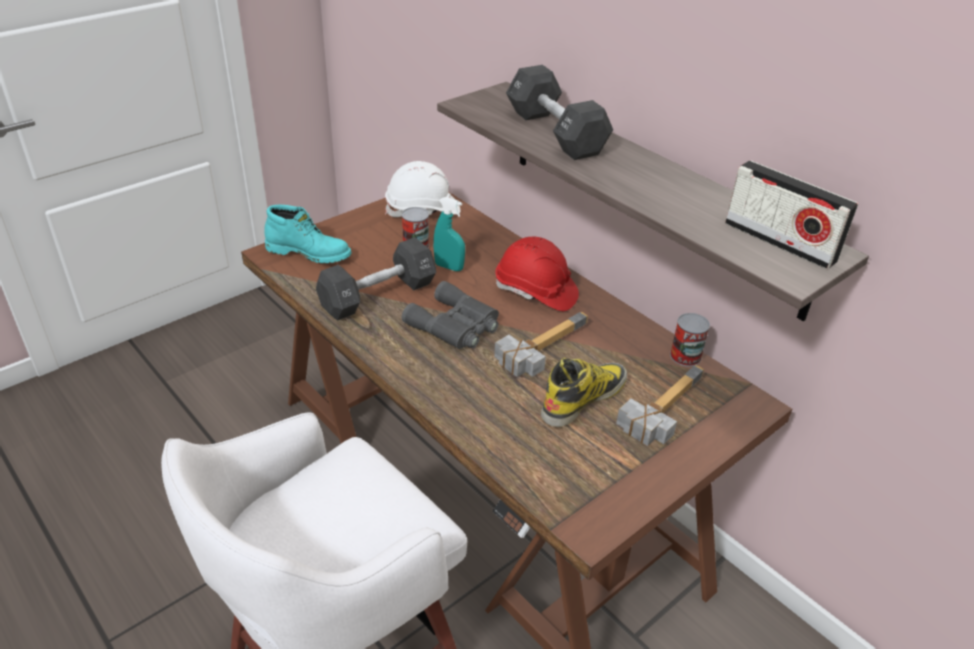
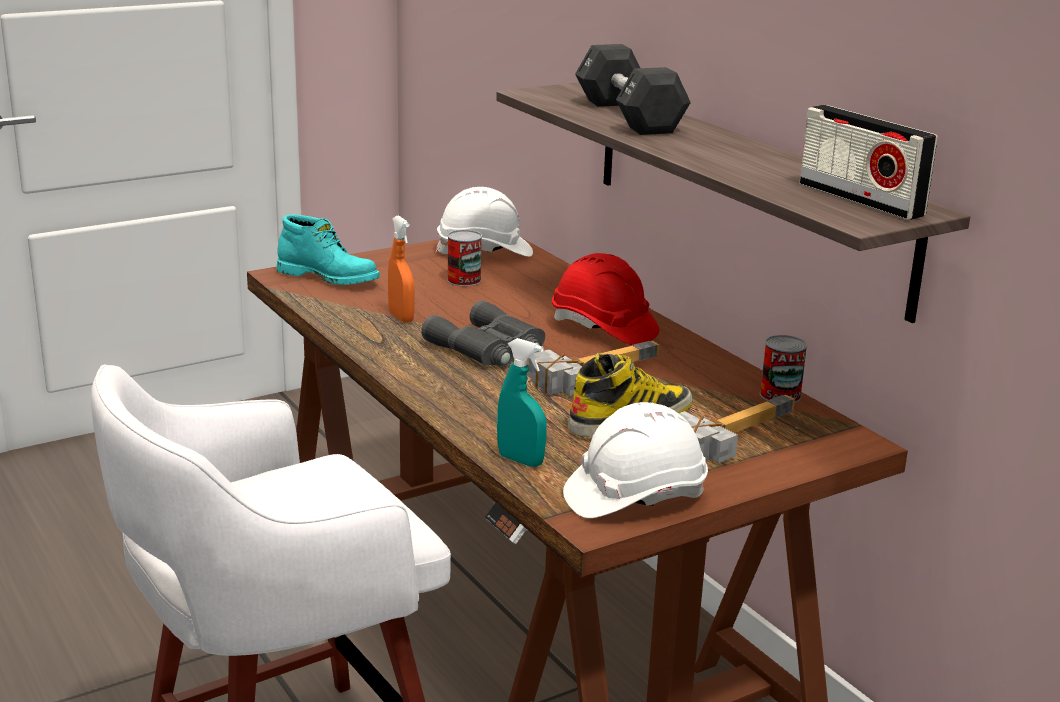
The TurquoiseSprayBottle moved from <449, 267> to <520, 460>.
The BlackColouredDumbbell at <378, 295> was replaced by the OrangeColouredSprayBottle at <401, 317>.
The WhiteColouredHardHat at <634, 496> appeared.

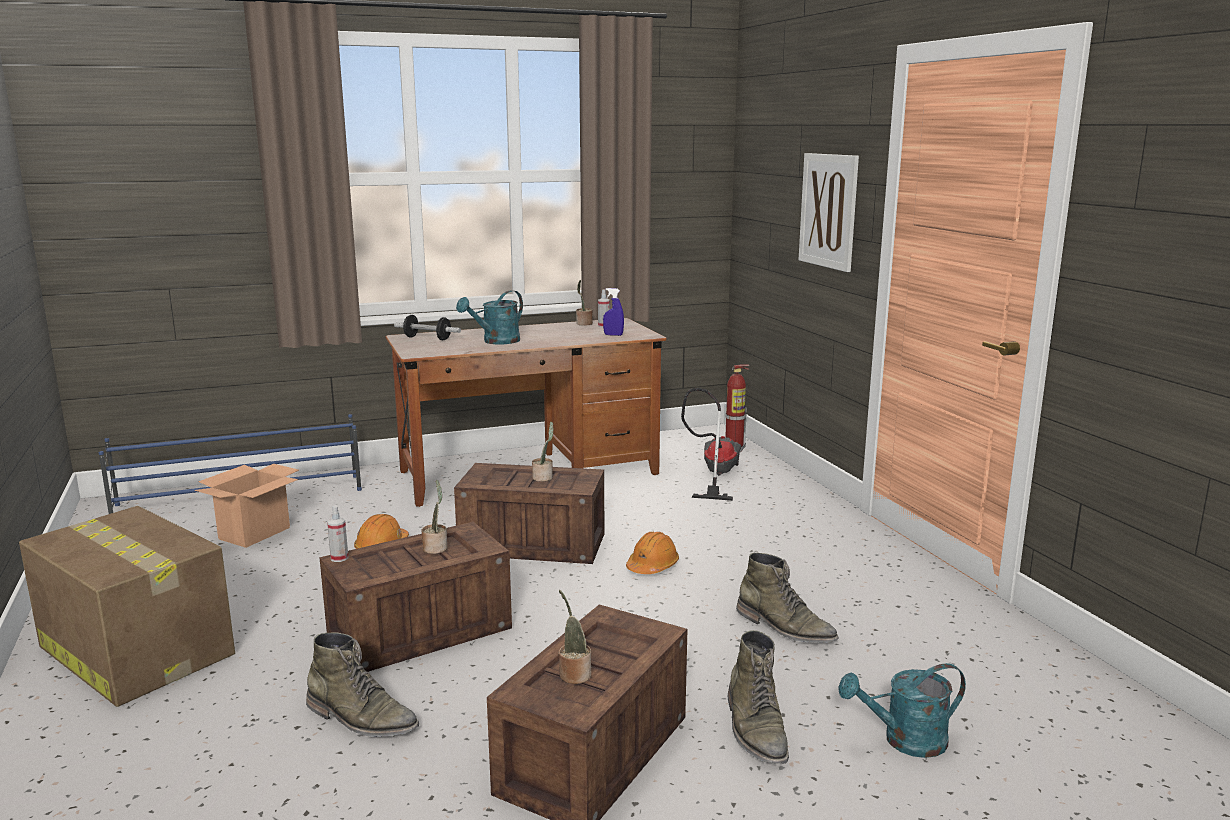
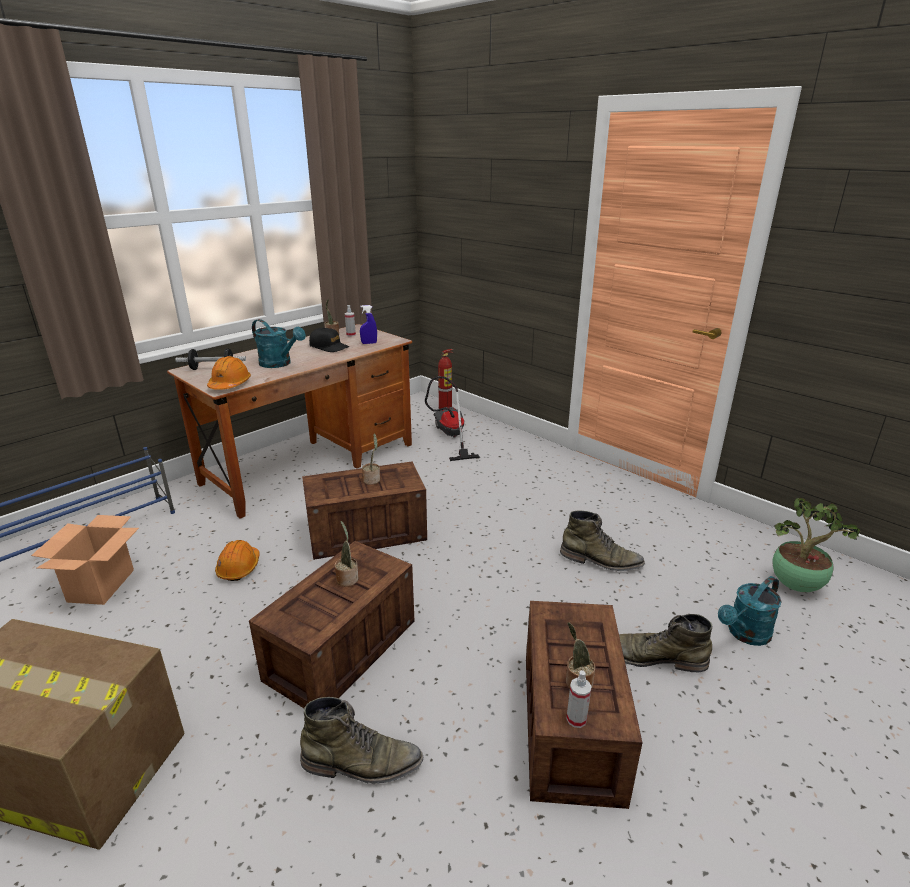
The Picture at <828, 211> disappeared.
The TurquoiseWateringCan at <496, 341> turned 75 degrees counterclockwise.
The SprayBottle moved from <339, 558> to <576, 719>.
The OrangeColouredHardHat moved from <652, 566> to <230, 384>.
The GreenColouredBoot at <756, 728> turned 135 degrees clockwise.
The BlackColouredCap at <329, 347> appeared.
The PlantInAPot at <797, 586> appeared.

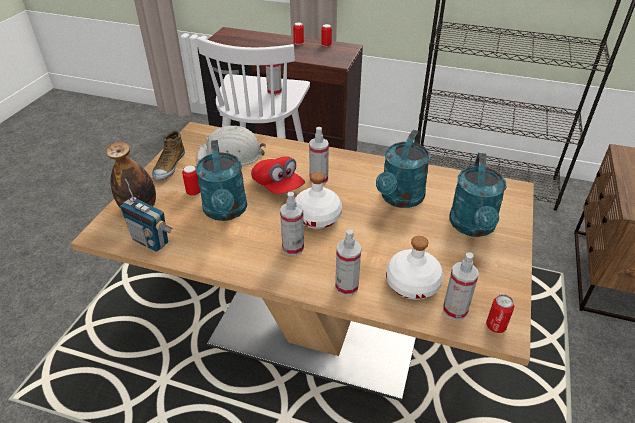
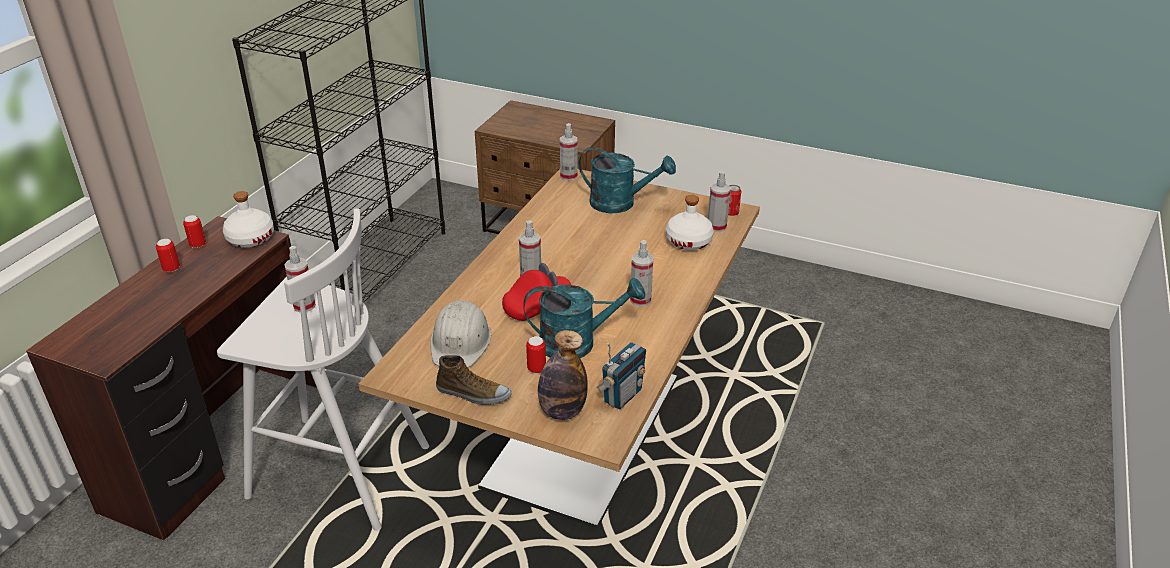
The TurquoiseWateringCan at <400, 199> disappeared.
The WhiteColouredDrinkBottle moved from <317, 217> to <250, 238>.
The SprayBottle moved from <346, 286> to <568, 176>.

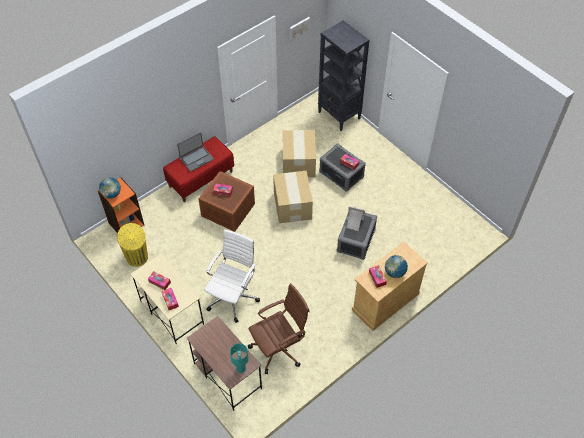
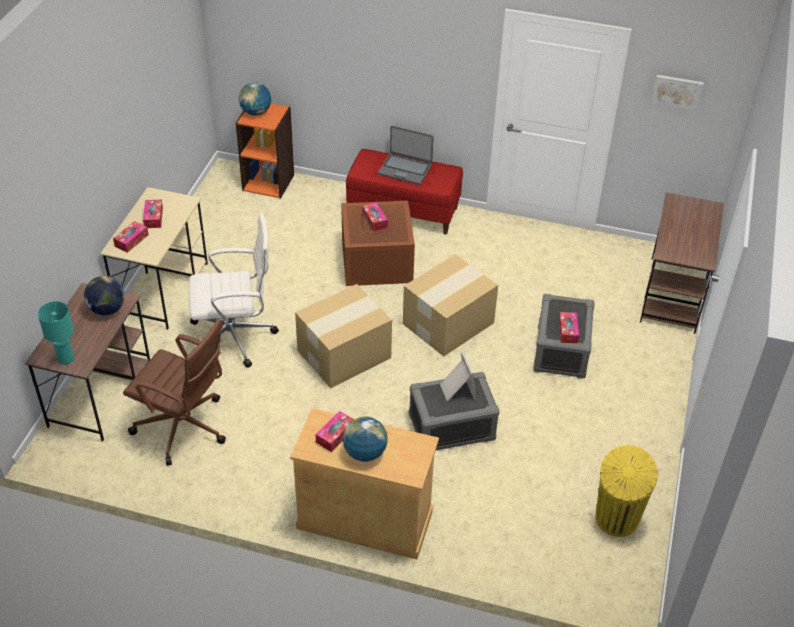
The BlackColouredBookshelf at <339, 115> was replaced by the BrownishDeskTable at <672, 295>.
The PackingBox moved from <298, 163> to <342, 354>.
The YellowColouredRubbishBin moved from <137, 258> to <616, 520>.
The WorldGlobe at <107, 309> appeared.

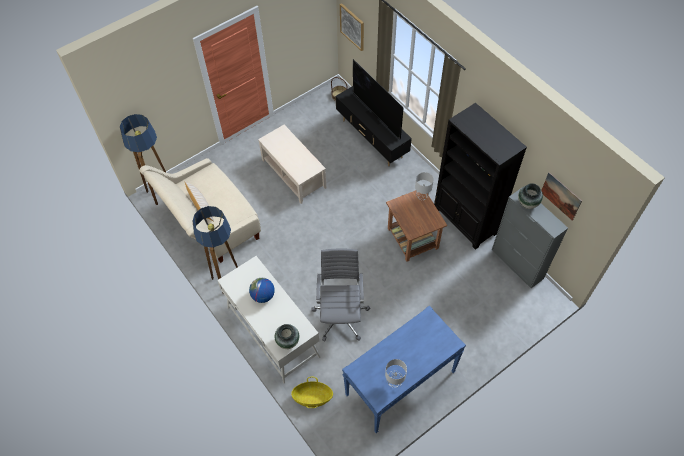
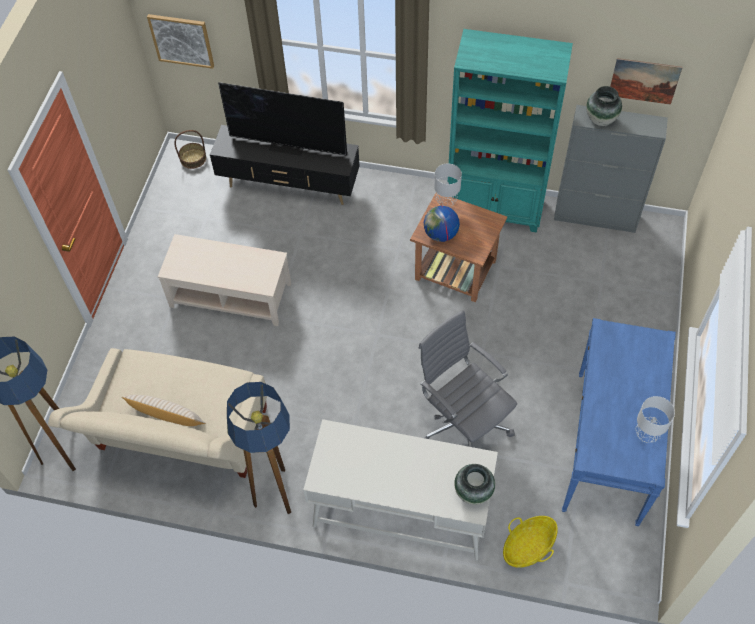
The BlackColouredBookshelf at <465, 222> became the TurquoiseBookshelf at <495, 209>.
The WorldGlobe moved from <263, 296> to <441, 234>.

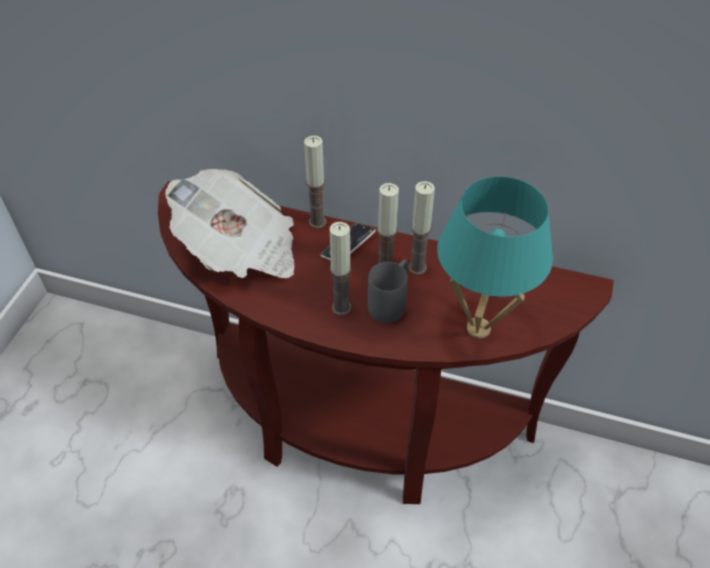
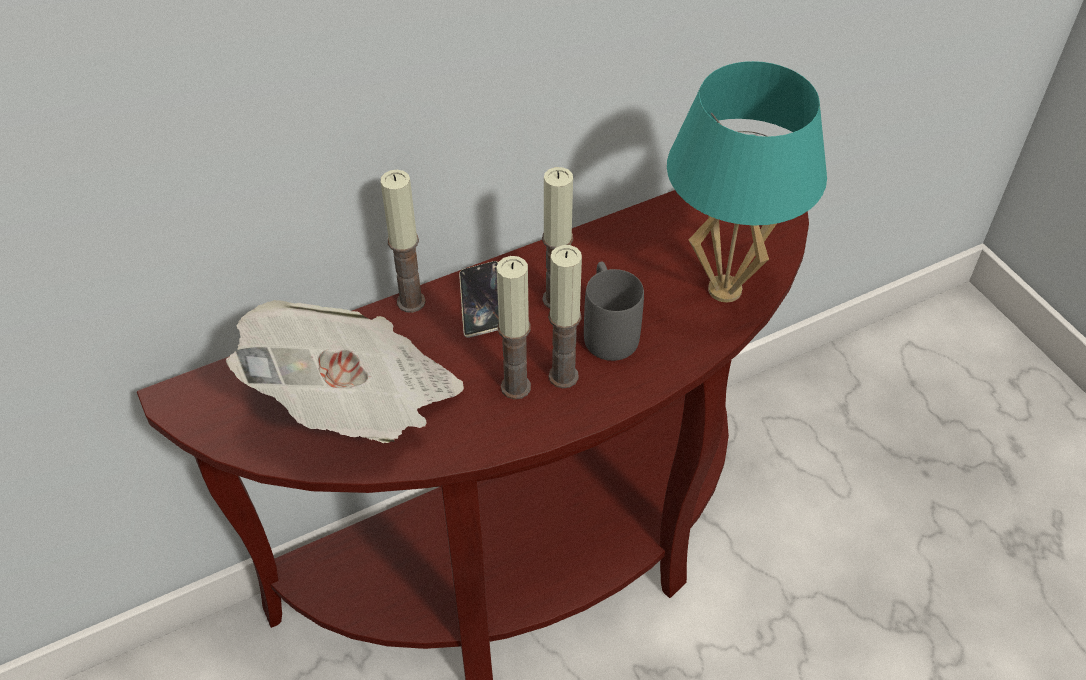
The WaxLight moved from <417, 267> to <515, 387>.

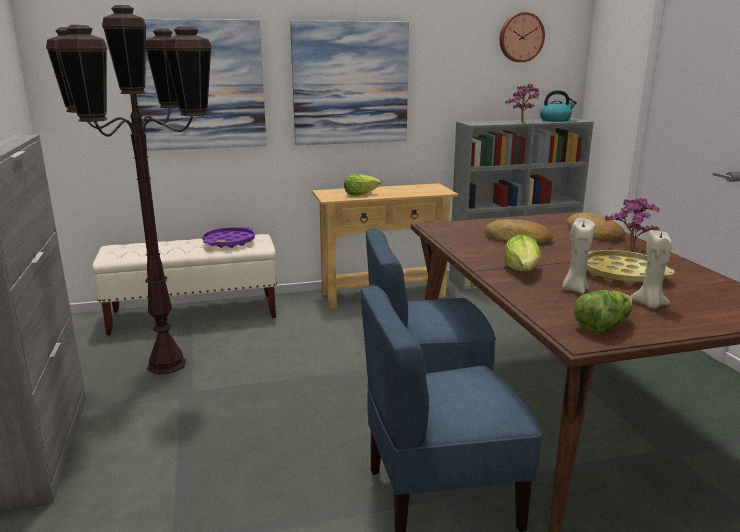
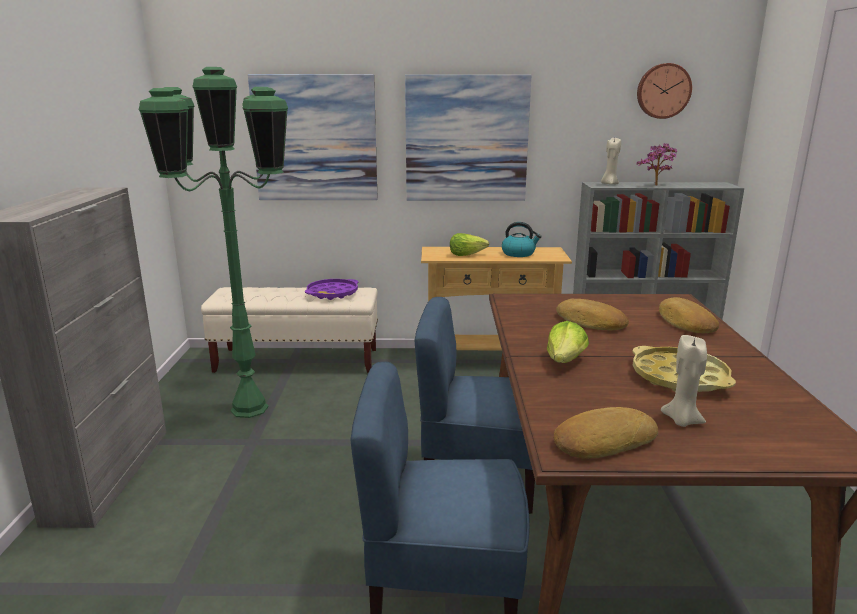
The BrownishFloorLamp at <166, 364> became the GreenColouredFloorLamp at <249, 408>.
The WaterKettle moved from <555, 120> to <519, 253>.
The PlantInAPot at <630, 251> disappeared.
The SandColouredWaxLight moved from <574, 289> to <609, 184>.
The HeadOfLettuce at <602, 326> was replaced by the BakeryBread at <602, 441>.

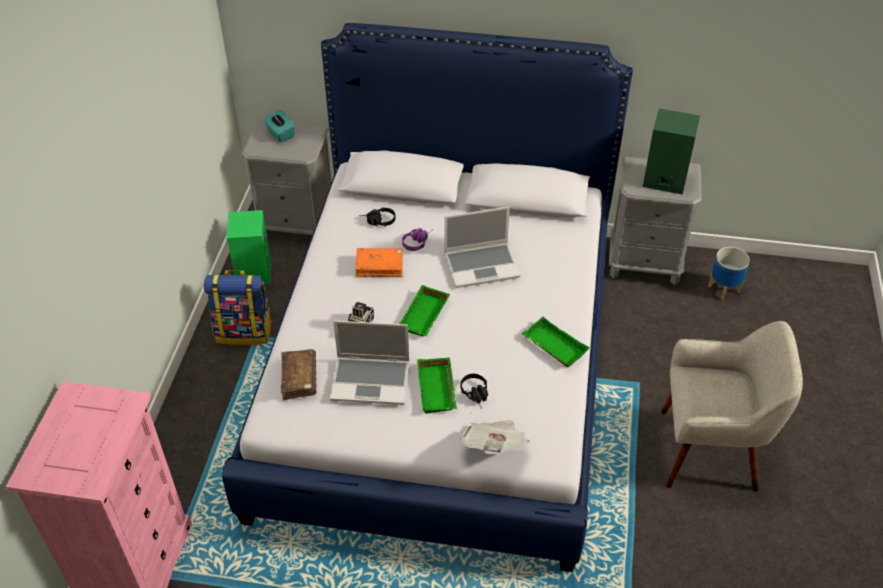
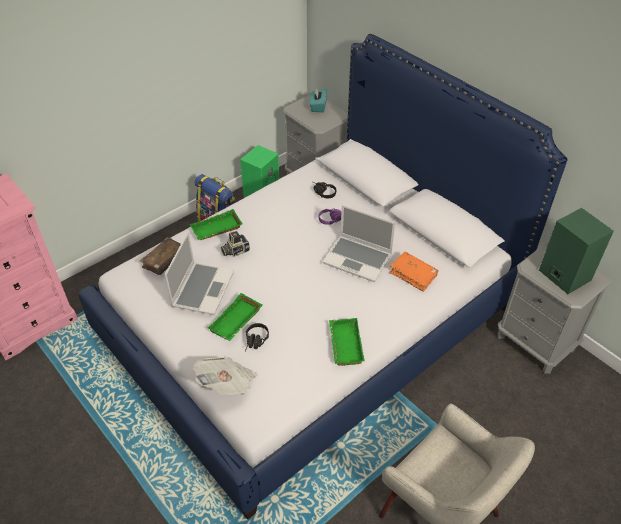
The Planter at <724, 289> disappeared.
The OrangeColouredBook moved from <379, 267> to <413, 275>.
The GreenColouredCarryingTray moved from <425, 316> to <216, 230>.
The Laptop at <371, 380> turned 120 degrees counterclockwise.

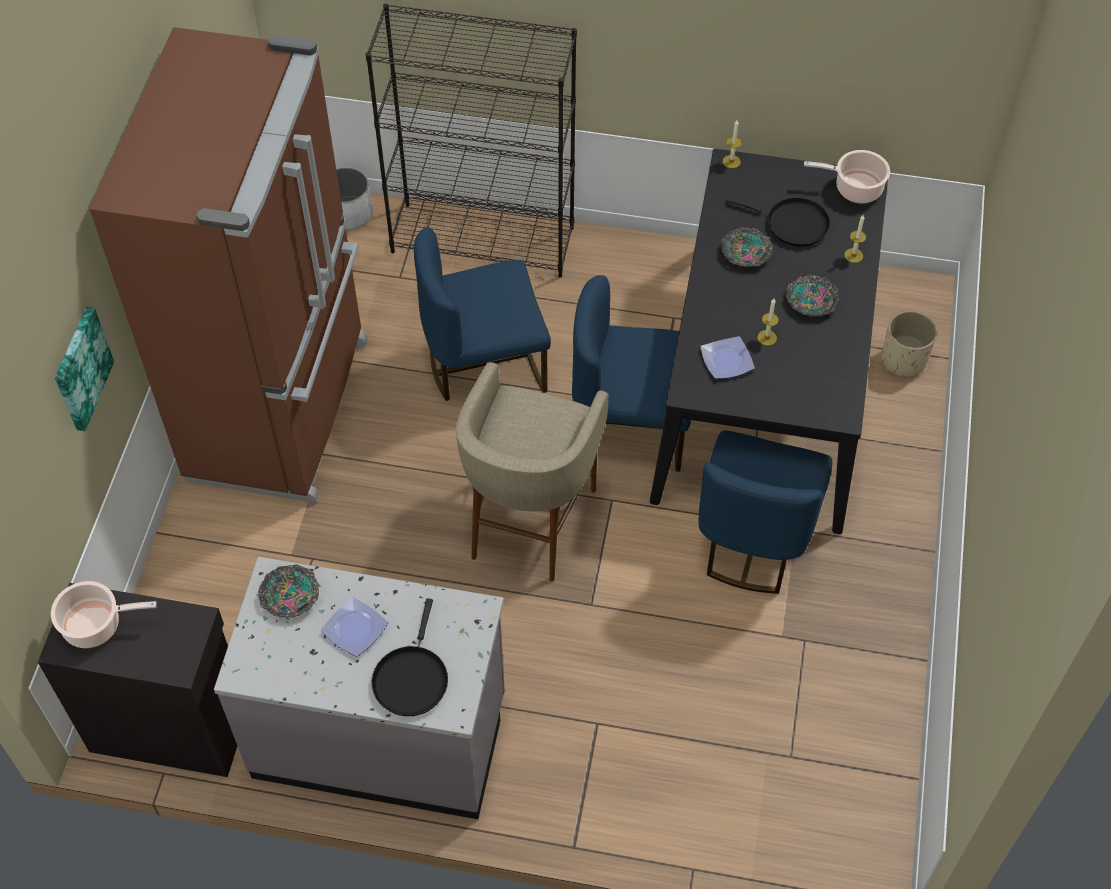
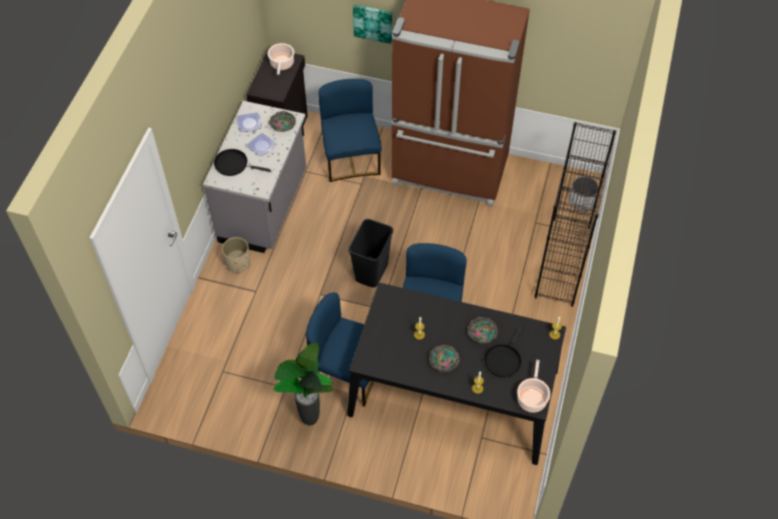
The BluePlainChair moved from <485, 363> to <351, 158>.
The SandColouredPlanter moved from <903, 360> to <238, 263>.
The FlatDish moved from <728, 361> to <249, 124>.
The SandColouredStool at <530, 523> was replaced by the BlackColouredRubbishBin at <371, 272>.
The PlantInAPot at <308, 420> appeared.

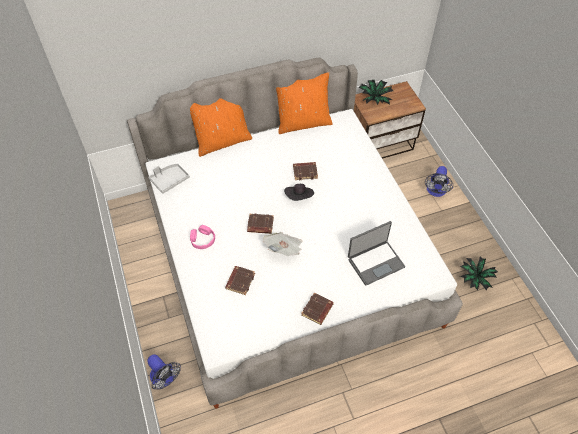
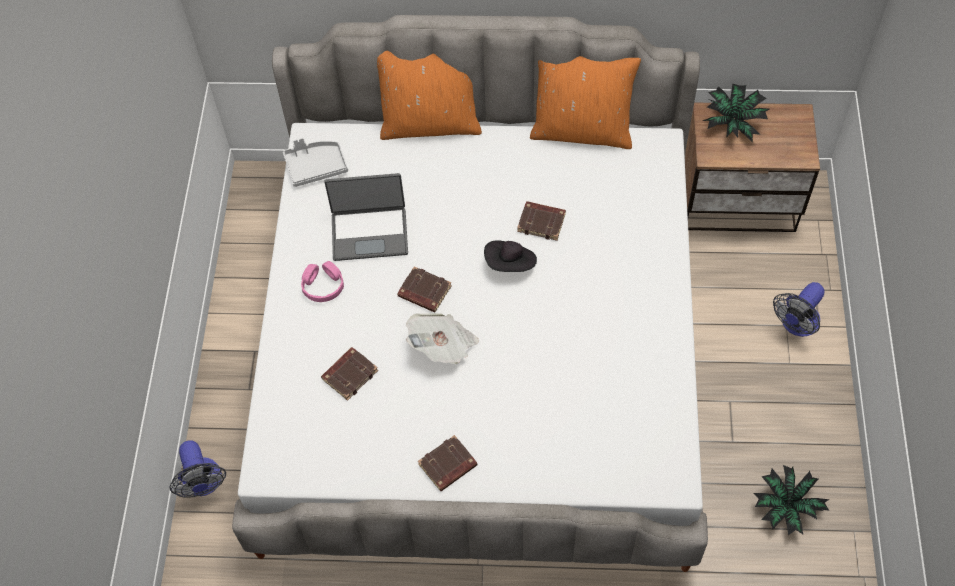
The Laptop moved from <375, 262> to <369, 233>.

